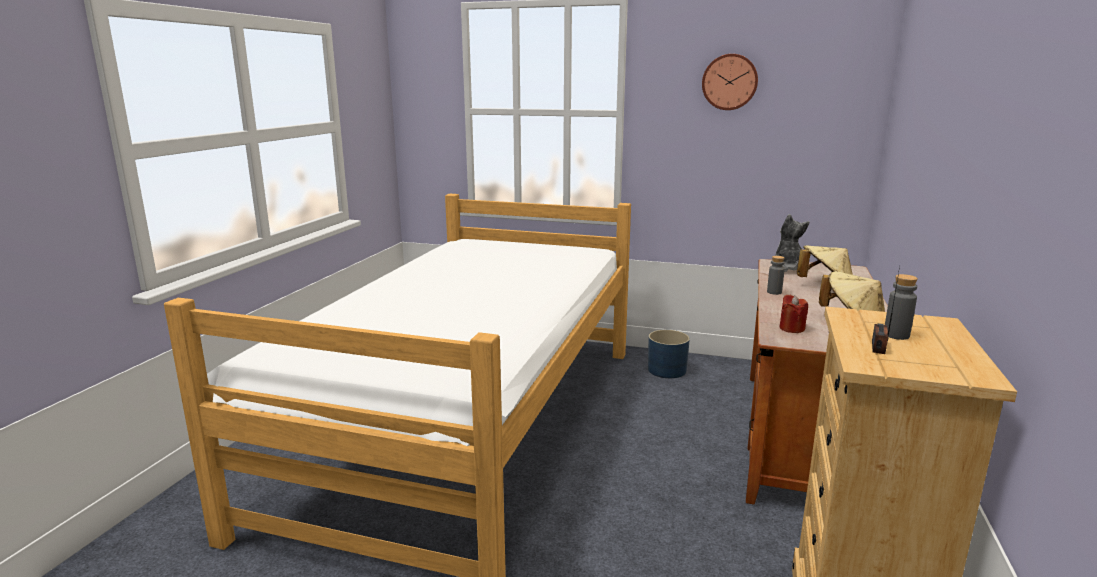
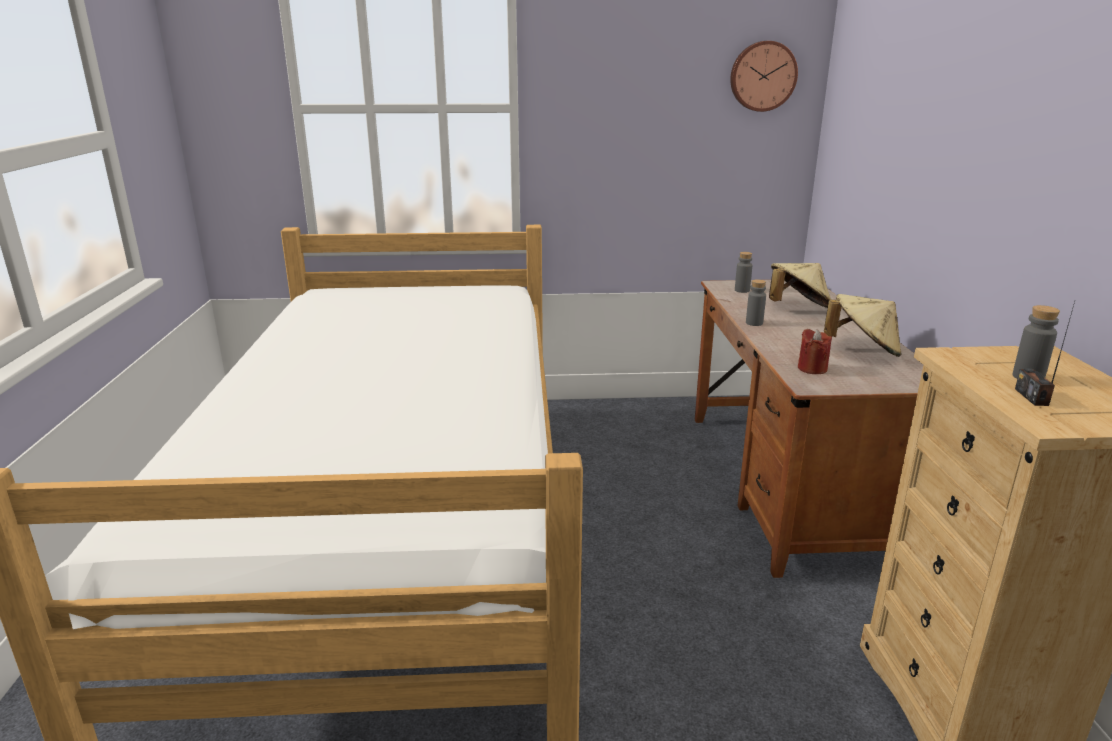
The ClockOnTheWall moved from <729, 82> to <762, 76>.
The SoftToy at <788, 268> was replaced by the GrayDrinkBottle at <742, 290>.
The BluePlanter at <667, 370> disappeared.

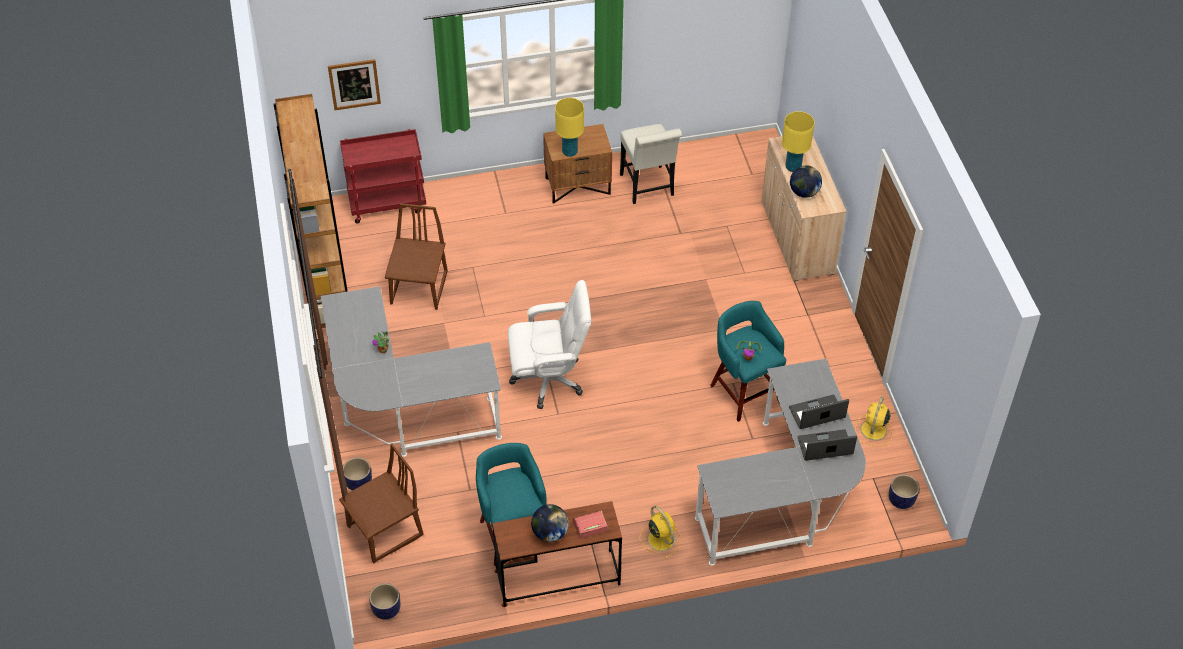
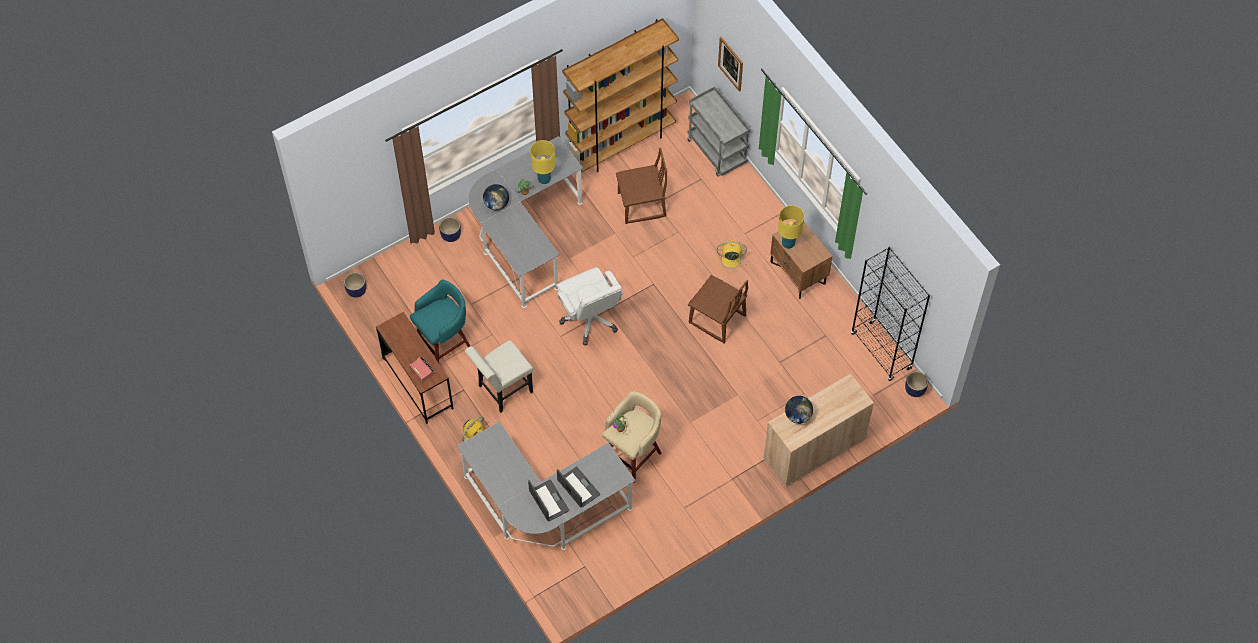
The YellowColouredTabletopLamp moved from <793, 167> to <544, 179>.
The WhiteColouredPlainChair moved from <648, 188> to <502, 391>.
The RedColouredTrolley at <388, 203> became the GrayTrolley at <717, 152>.
The TurquoiseStool at <744, 391> became the SandColouredStool at <633, 454>.
The YellowColouredCoolingFan moved from <873, 431> to <729, 260>.
The BrownishPlainChair moved from <385, 531> to <717, 319>.
The Planter moved from <901, 500> to <914, 390>.
The WorldGlobe moved from <550, 533> to <496, 204>.
The BlackColouredBookshelf at <881, 351> appeared.

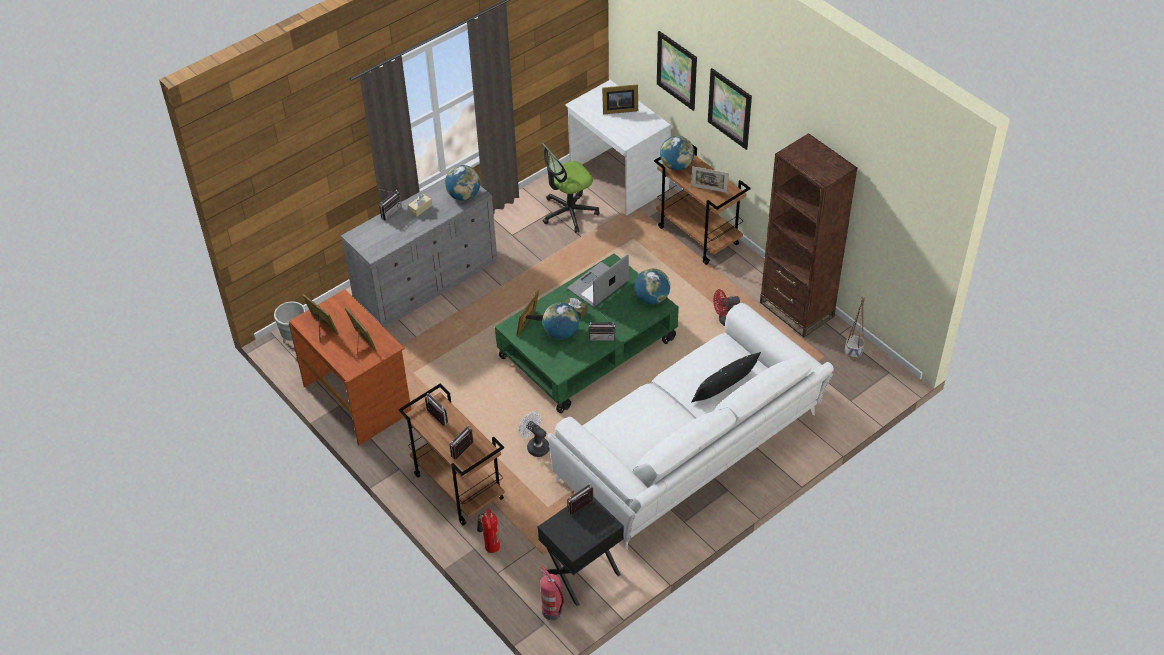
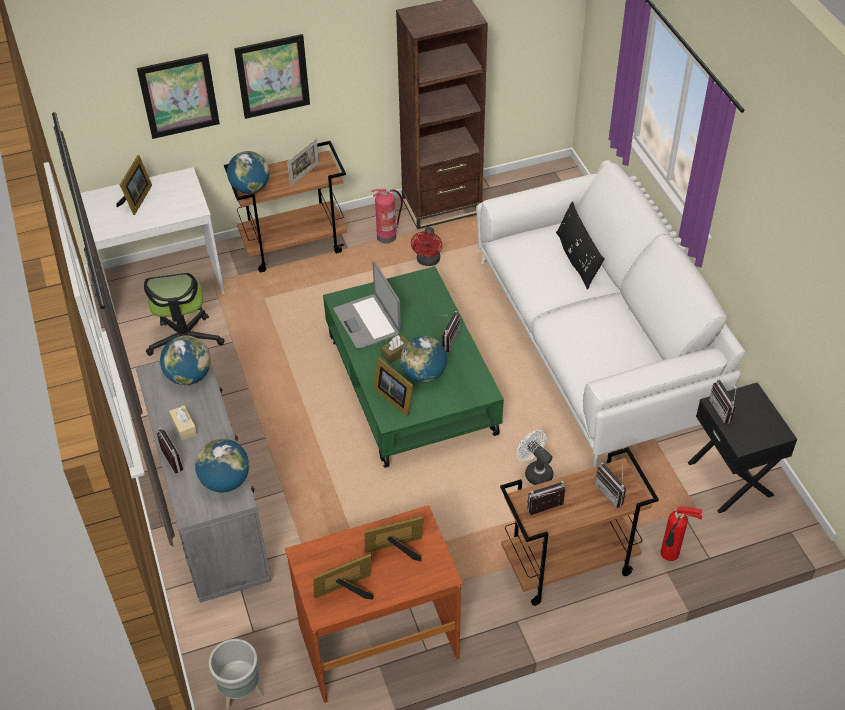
The WorldGlobe moved from <651, 298> to <225, 481>.
The Planter at <853, 353> disappeared.
The WhiteColouredCoolingFan at <535, 446> turned 75 degrees clockwise.
The FireExtinguisher moved from <553, 611> to <387, 236>.

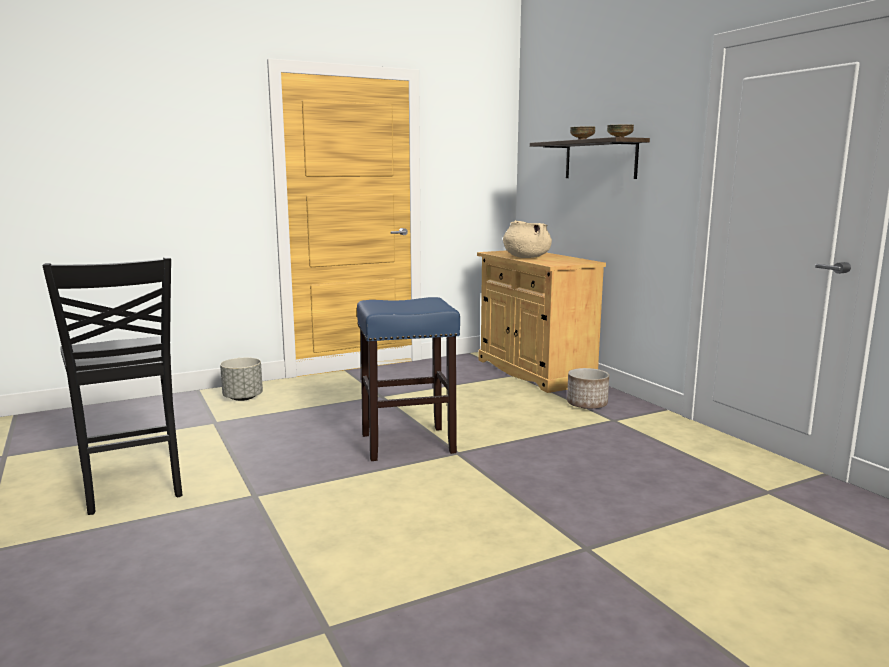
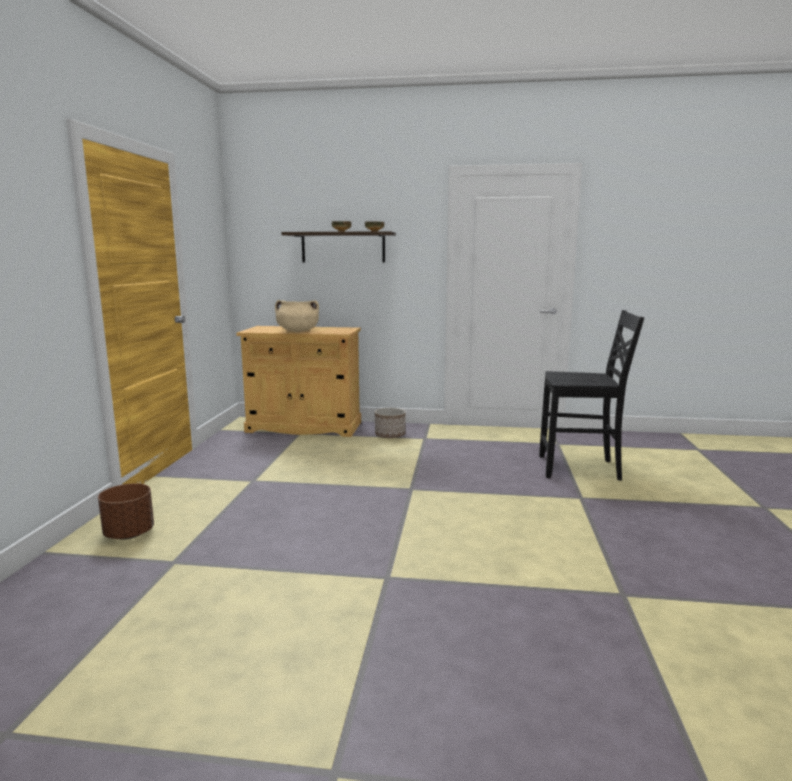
The BlackColouredPlainChair moved from <132, 485> to <580, 469>.
The BlueStool at <409, 443> disappeared.
The GrayPlanter at <243, 398> became the BrownishPlanter at <129, 534>.

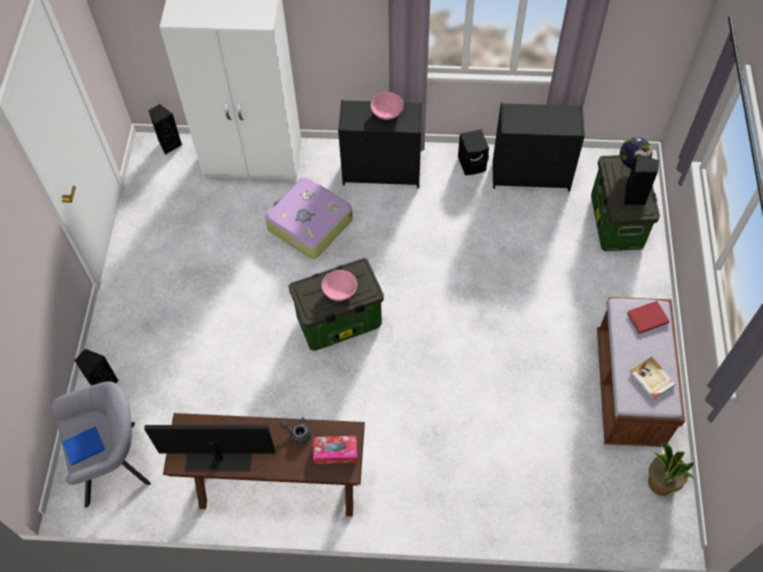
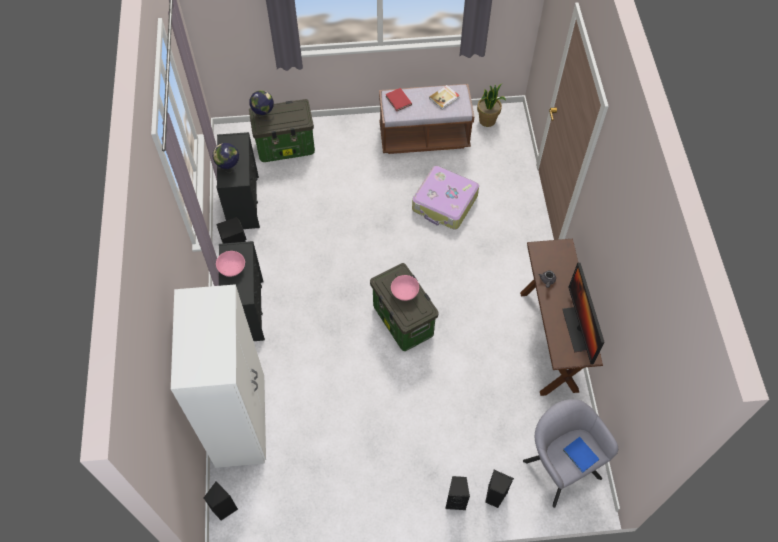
The BlackColouredAudioSpeaker moved from <634, 197> to <456, 500>.
The TravelCase moved from <309, 224> to <445, 203>.
The TissueBox at <335, 452> disappeared.
The WorldGlobe at <229, 168> appeared.

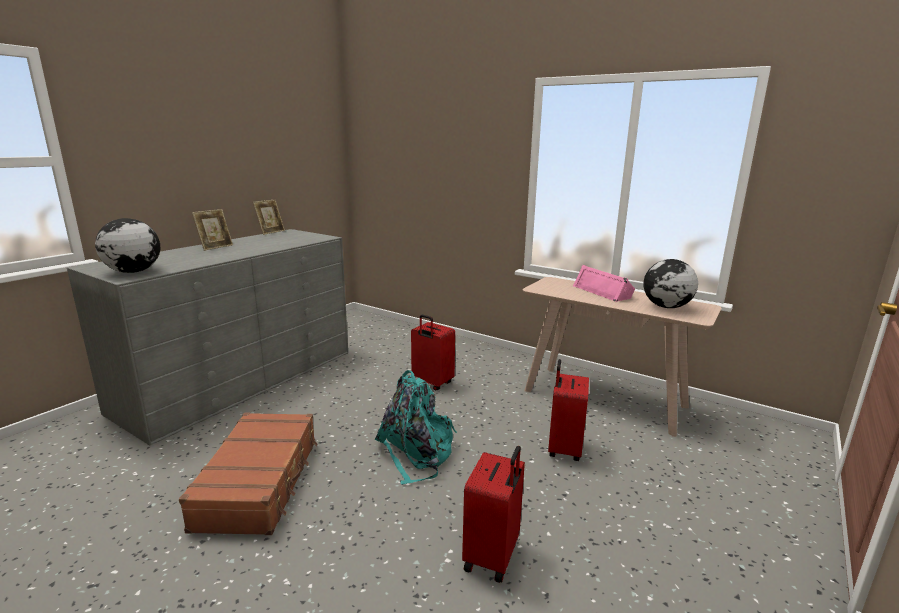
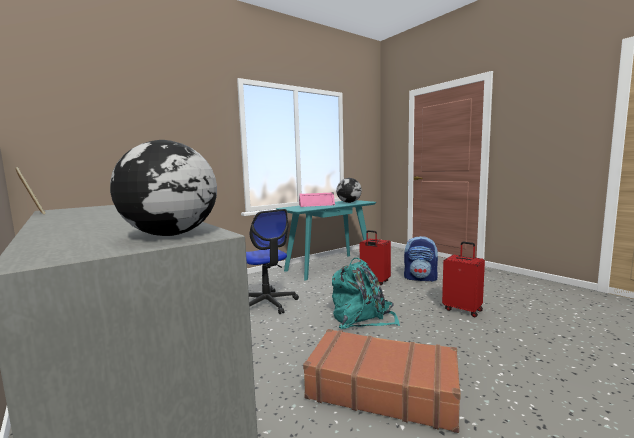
The PhotoFrame at <215, 247> disappeared.
The SandColouredConsoleTable at <604, 398> became the TurquoiseConsoleTable at <329, 266>.
The RedColouredTravelCase at <431, 383> was replaced by the DeskChair at <267, 304>.
The Rucksack at <420, 278> appeared.

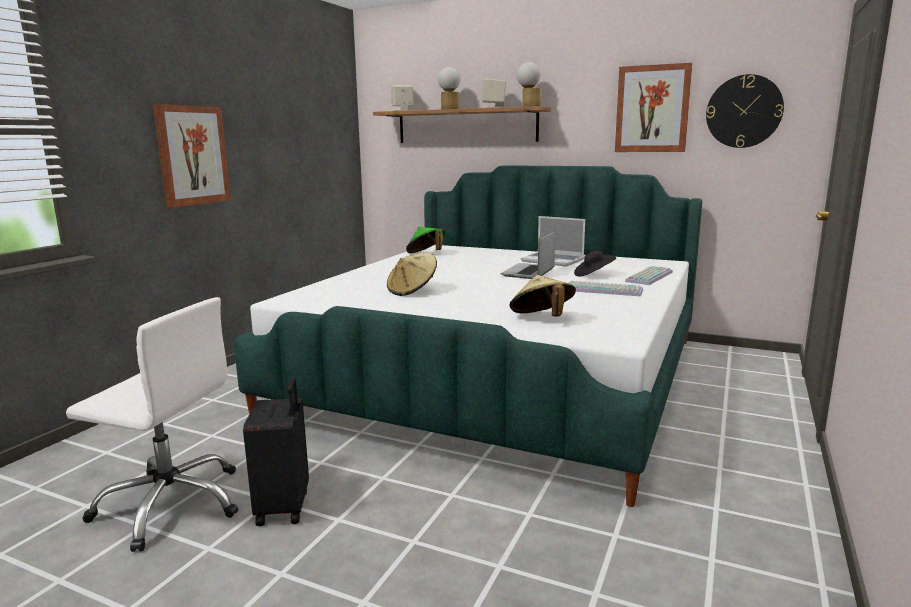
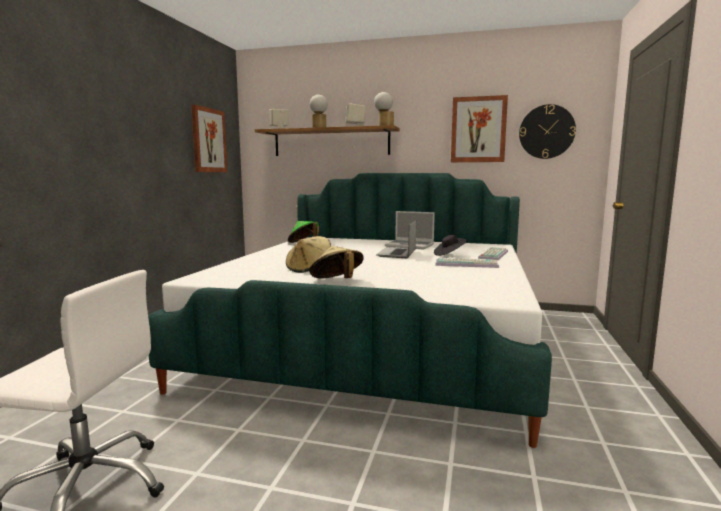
The Picture moved from <192, 155> to <208, 140>.
The SandColouredHat moved from <542, 319> to <337, 282>.
The BlackColouredTravelCase at <285, 507> disappeared.

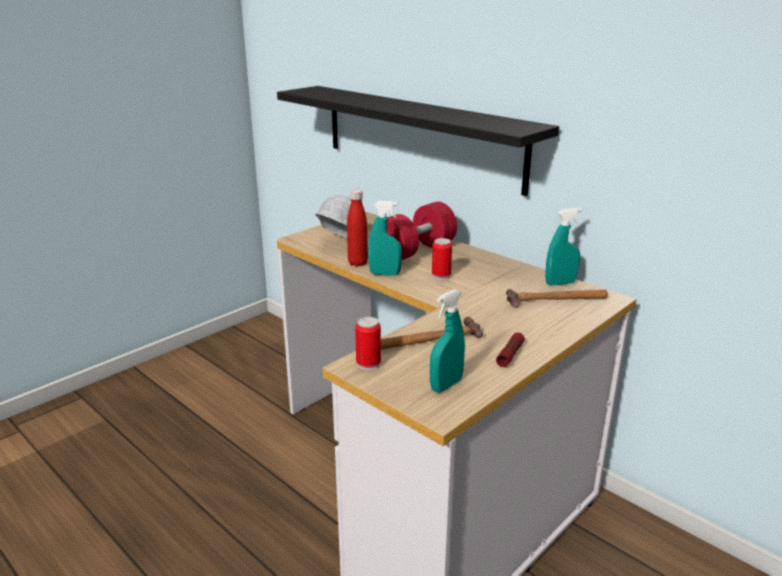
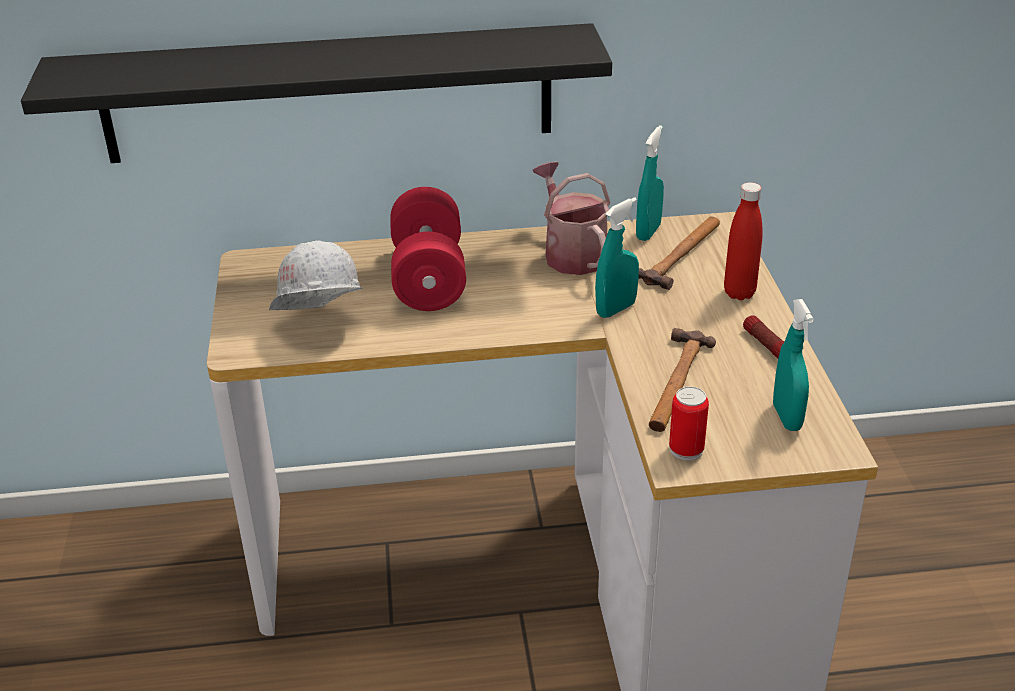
The RedColouredDrinkBottle moved from <358, 263> to <739, 293>.
The TurquoiseSprayBottle moved from <385, 274> to <616, 309>.
The Can at <441, 276> disappeared.
The WateringCan at <571, 253> appeared.

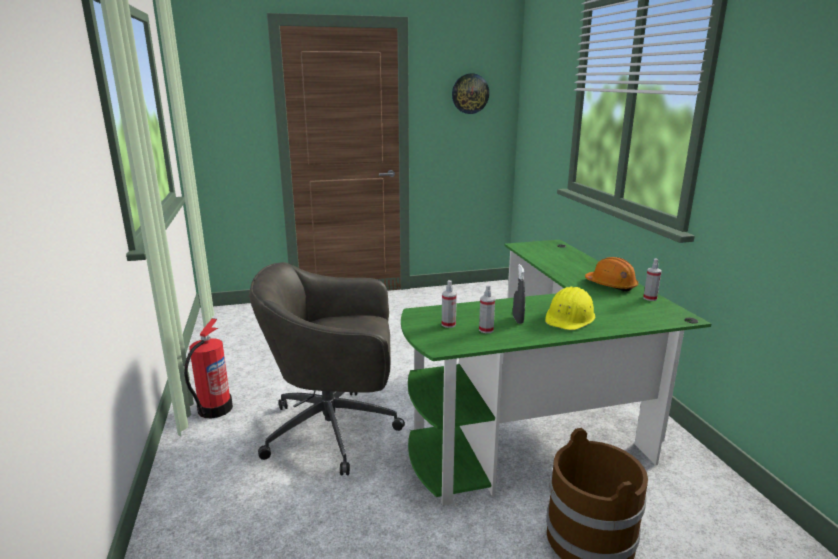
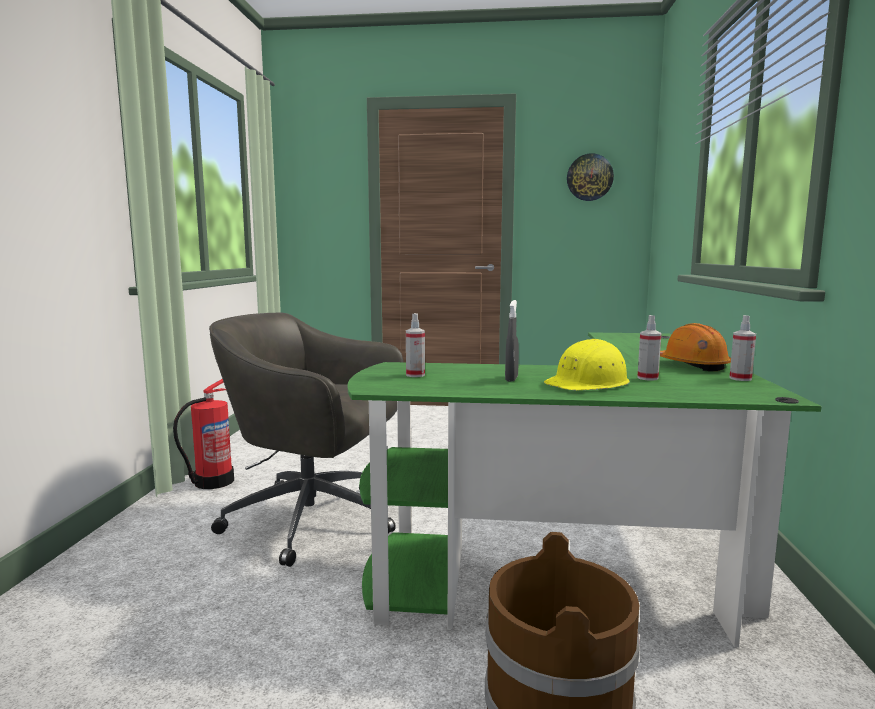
The SprayBottle moved from <486, 330> to <647, 378>.

